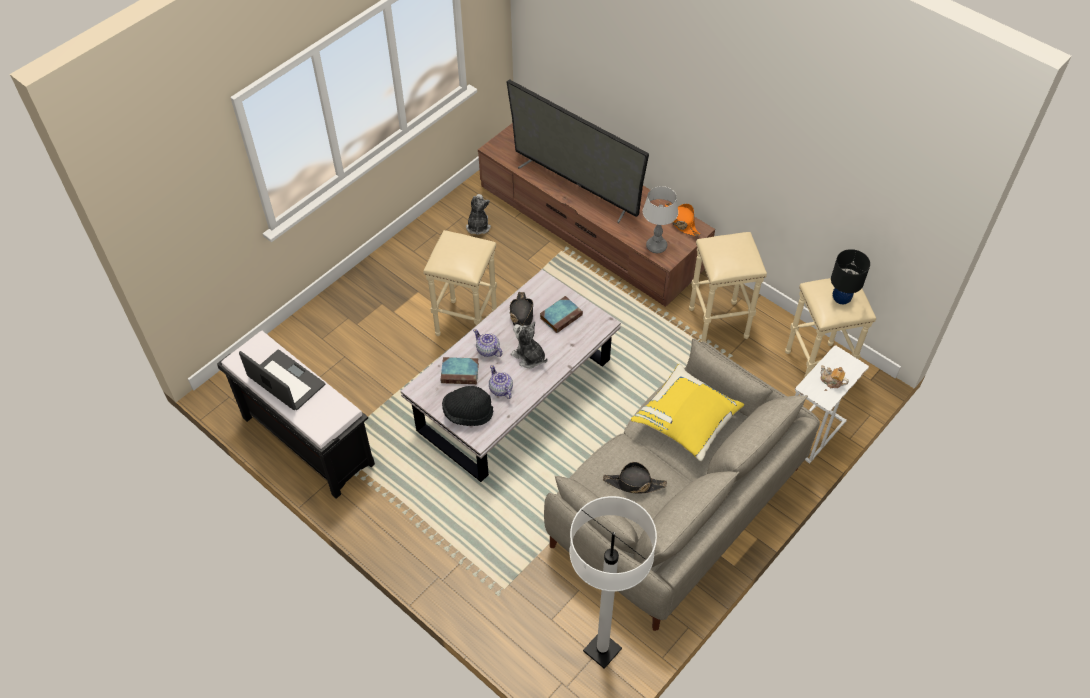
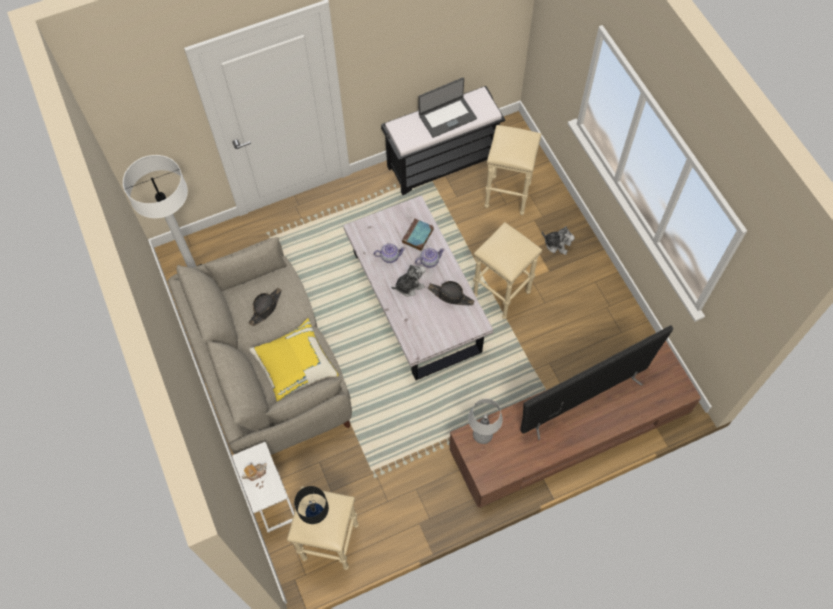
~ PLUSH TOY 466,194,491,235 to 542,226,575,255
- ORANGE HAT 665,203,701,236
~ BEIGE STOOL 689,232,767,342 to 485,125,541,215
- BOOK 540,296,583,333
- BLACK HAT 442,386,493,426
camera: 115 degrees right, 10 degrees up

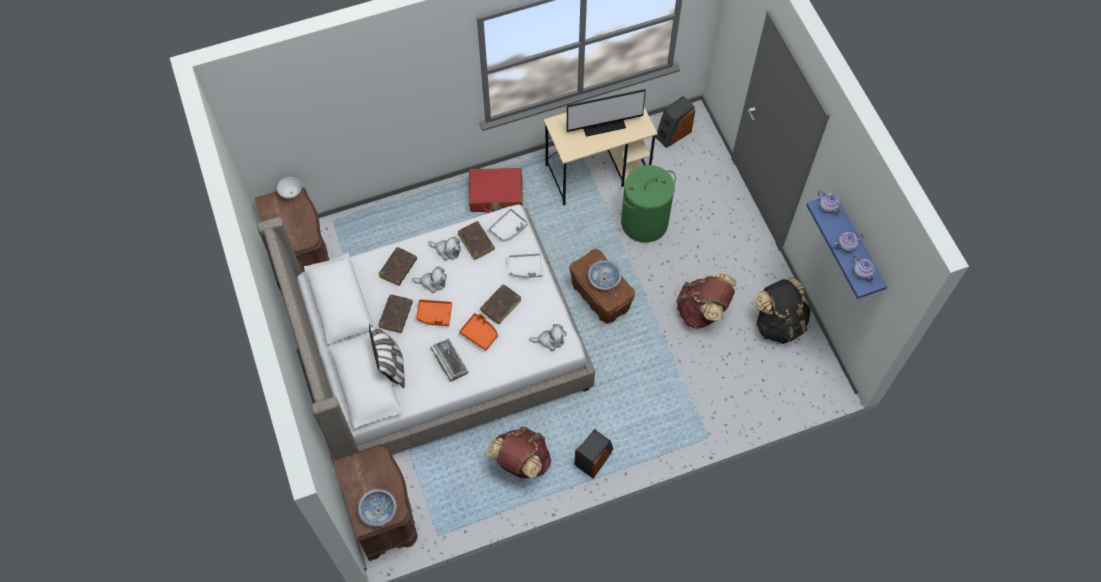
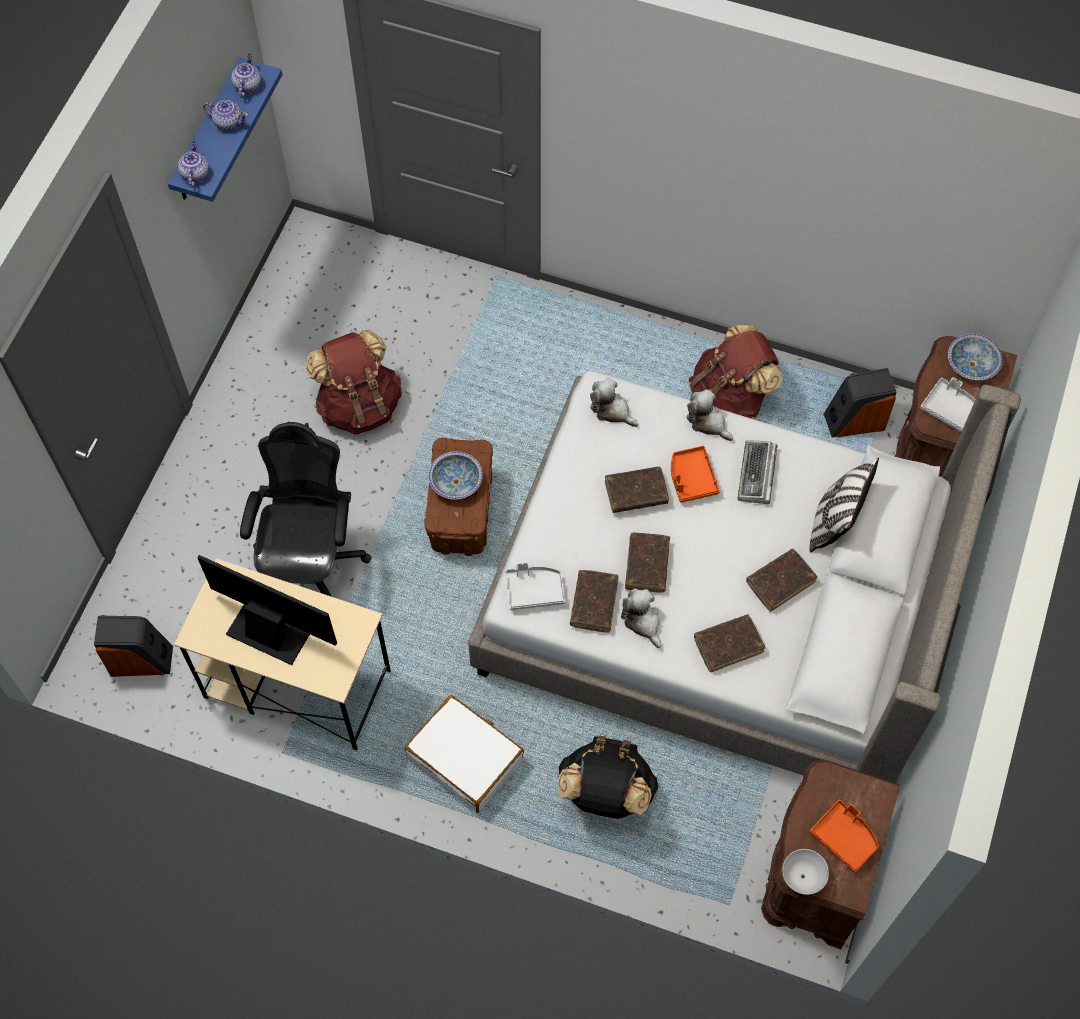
~ GREEN LAUNDRY BASKET 621,165,676,243 to OFFICE CHAIR 240,422,372,597
~ RED SUITCASE 469,168,523,213 to WHITE SUITCASE 405,695,524,813
~ GREY TRAY 508,253,543,278 to 920,377,976,432
~ PLUSH TOY 412,267,447,293 to 686,389,733,441
~ BLACK BACKPACK 755,277,811,344 to 557,736,658,819
~ ORANGE TRAY 416,299,452,326 to 810,799,879,873
~ SPEAKER 574,429,613,479 to 824,368,897,437
+ BROWN BOOK 625,532,670,593
camera: 140 degrees left, 0 degrees up

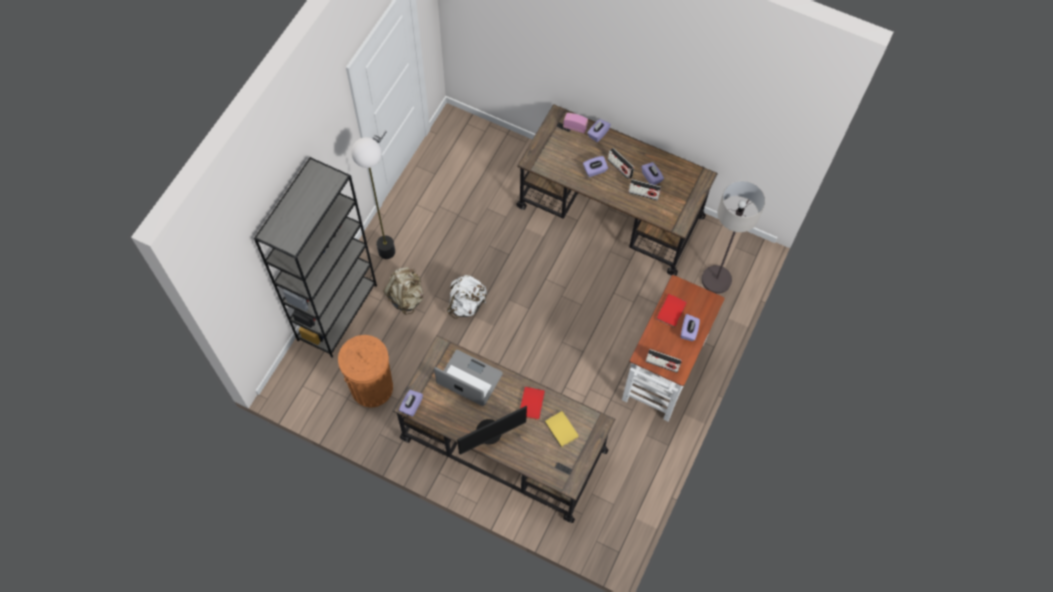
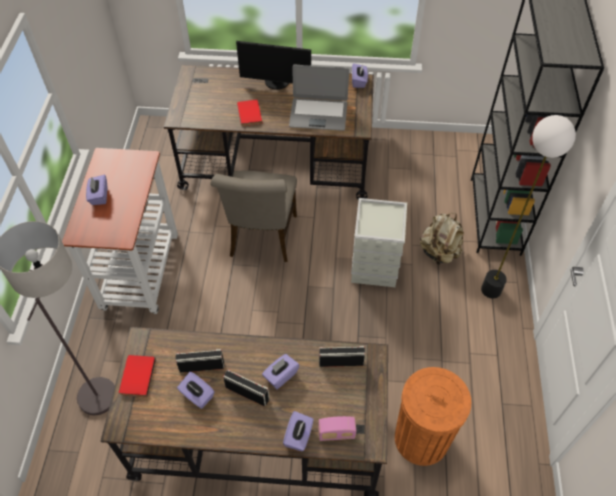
~ WHITE BACKPACK 447,275,487,319 to GREY STORAGE BOX 351,198,407,287
~ RED BOOK 656,294,687,328 to 119,355,156,397
~ ORANGE TRASH CAN 338,335,393,407 to 395,367,471,466
~ RADIO 645,349,682,373 to 319,346,365,367
~ MONITOR 457,406,527,454 = 236,41,311,90 120 degrees counterclockwise
- YELLOW BOOK 544,411,578,448
+ BEIGE CHAIR 210,171,297,262
camera: 160 degrees right, 10 degrees down

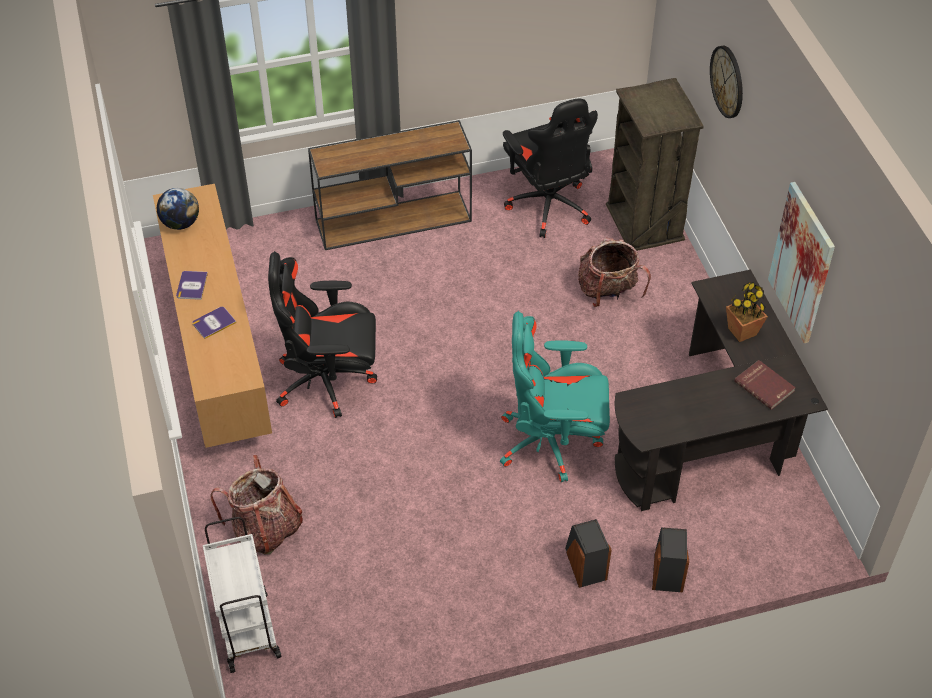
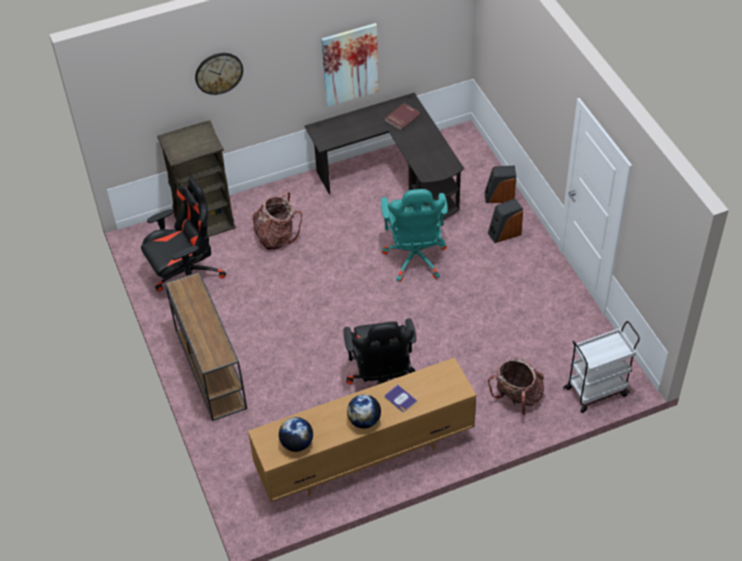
~ BOOK 176,271,208,300 to GLOBE 347,394,381,429
- POTTED PLANT 726,282,768,342
camera: 95 degrees left, 0 degrees up

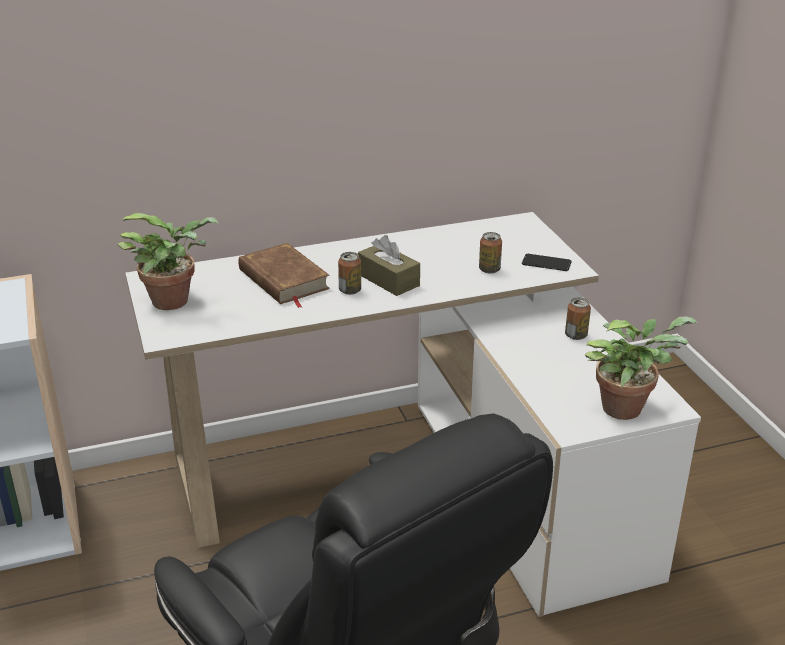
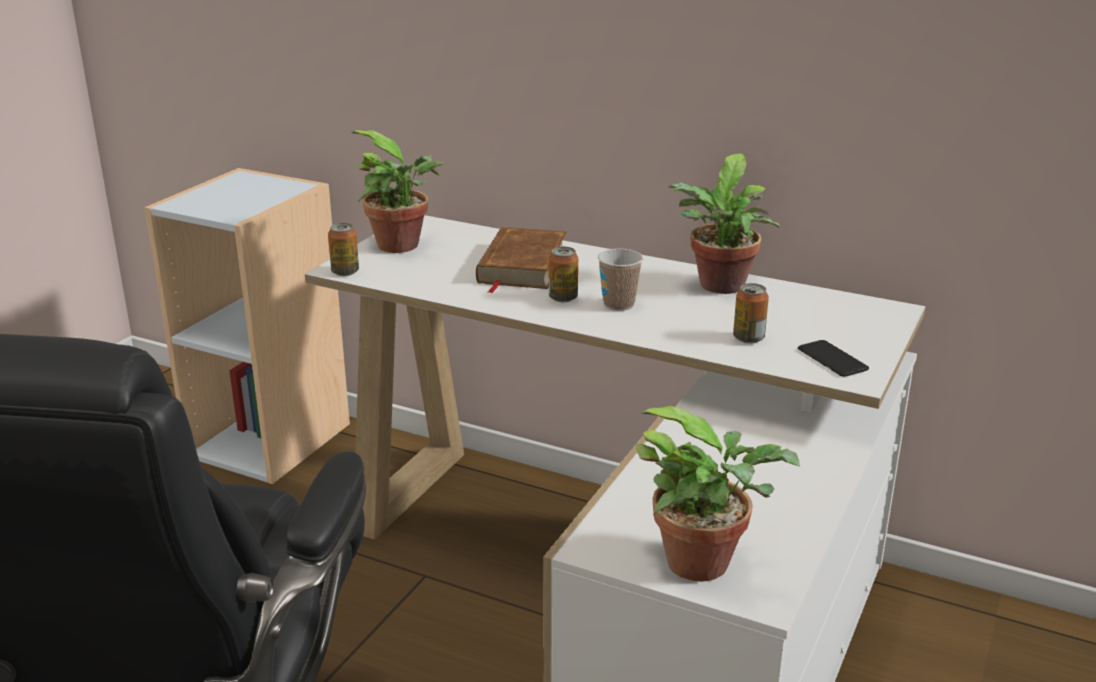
~ BROWN TISSUE BOX 358,235,420,296 to CUP 598,249,643,311
~ CAN 565,297,591,340 to 328,223,359,276
+ POTTED PLANT 669,153,781,294
camera: 45 degrees right, 5 degrees down

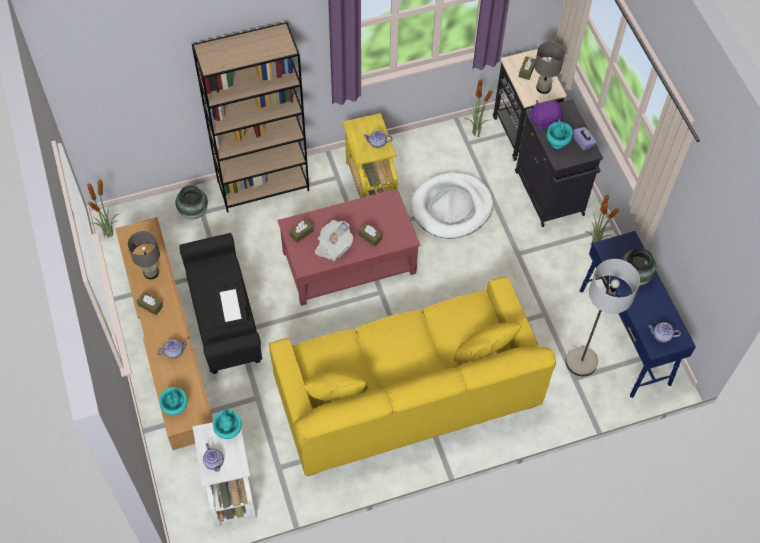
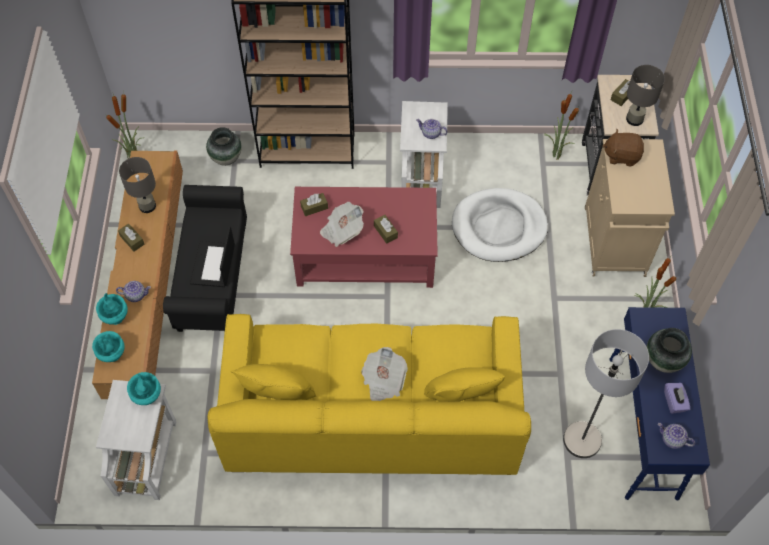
~ BLACK CABINET 515,99,603,227 to BEIGE CABINET 585,139,675,277
~ PURPLE PLUSH TOY 529,100,563,130 to BROWN PLUSH TOY 602,129,644,167
~ YELLOW SIDE TABLE 342,113,398,198 to WHITE SIDE TABLE 400,101,448,208
~ TURQUOISE VASE 547,119,573,149 to 96,293,128,325
~ PURPLE TISSUE BOX 573,127,596,151 to 664,383,690,414
- TEAPOT 203,443,224,472
+ NEWSPAPER 361,347,408,401
camera: 20 degrees right, 0 degrees up

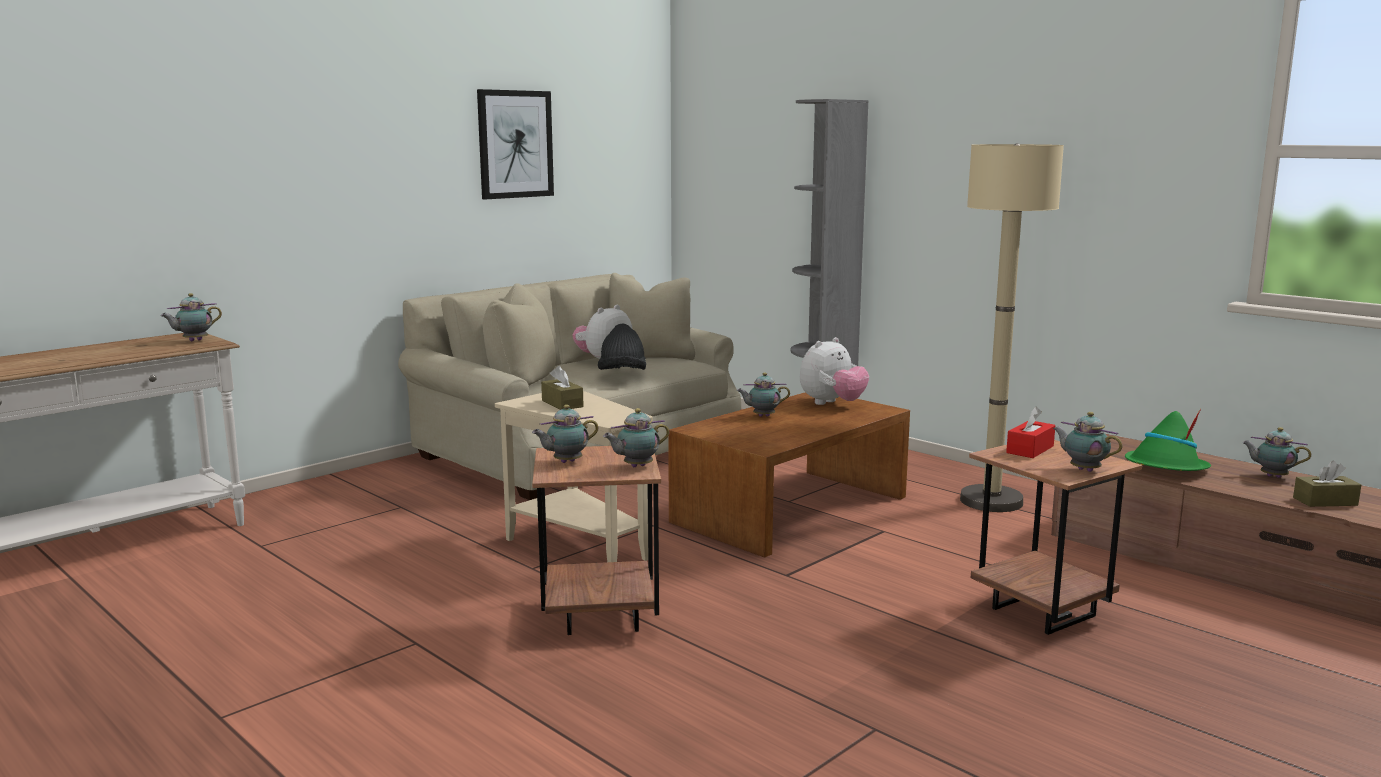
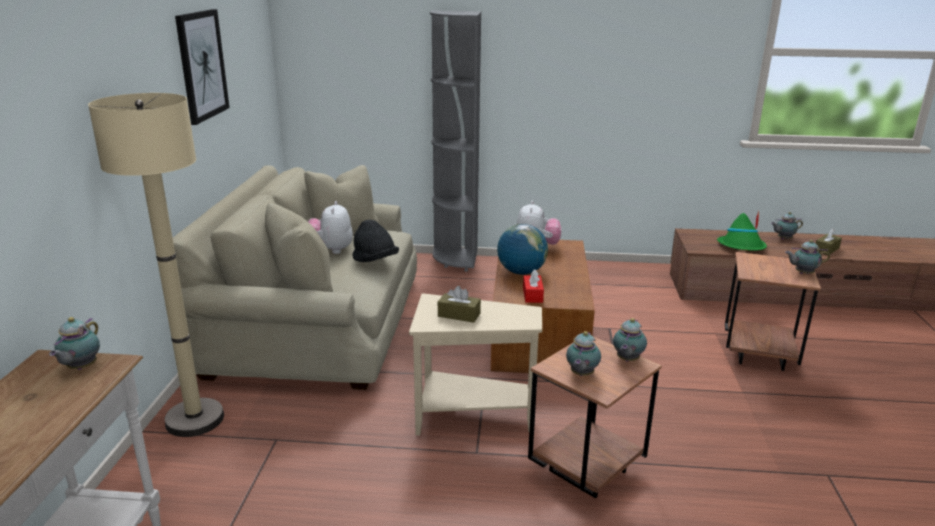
~ BEIGE FLOOR LAMP 960,143,1064,512 to 88,93,224,437
~ TEAPOT 737,372,790,417 to GLOBE 497,224,548,275
~ RED TISSUE BOX 1006,407,1055,458 to 523,269,544,303
camera: 40 degrees left, 10 degrees up

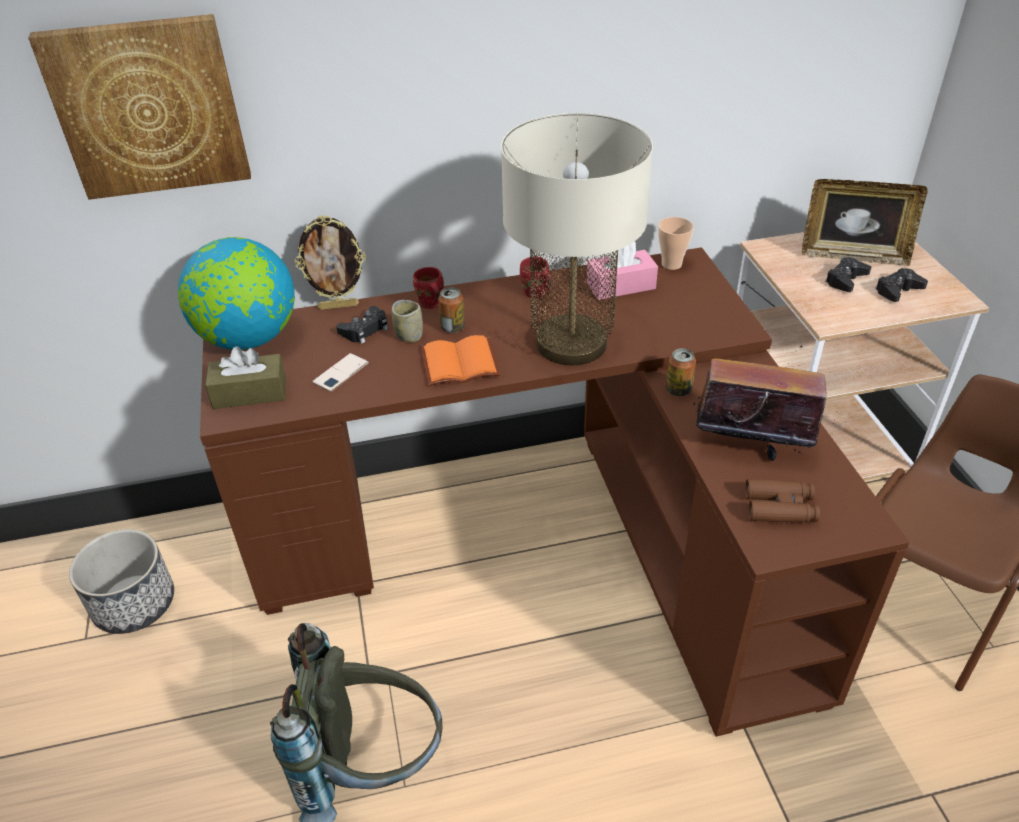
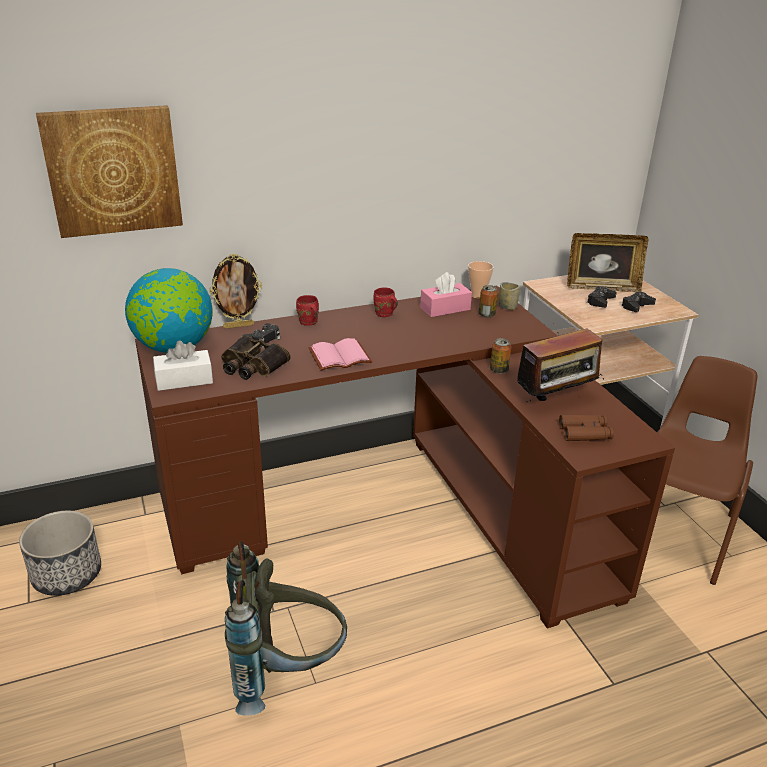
- TABLE LAMP 501,113,653,365
~ CAN 438,287,465,333 to 479,285,498,318
~ CUP 392,300,423,342 to 499,282,520,310
~ ORANGE BOOK 421,335,501,386 to PINK BOOK 309,338,372,371
~ RADIO 693,345,835,461 = 517,328,605,405 150 degrees clockwise
~ BROWN TISSUE BOX 205,346,286,409 to WHITE TISSUE BOX 153,340,213,391
~ PHONE 312,353,369,392 to BINOCULARS 221,335,291,380
camera: 10 degrees left, 10 degrees down

